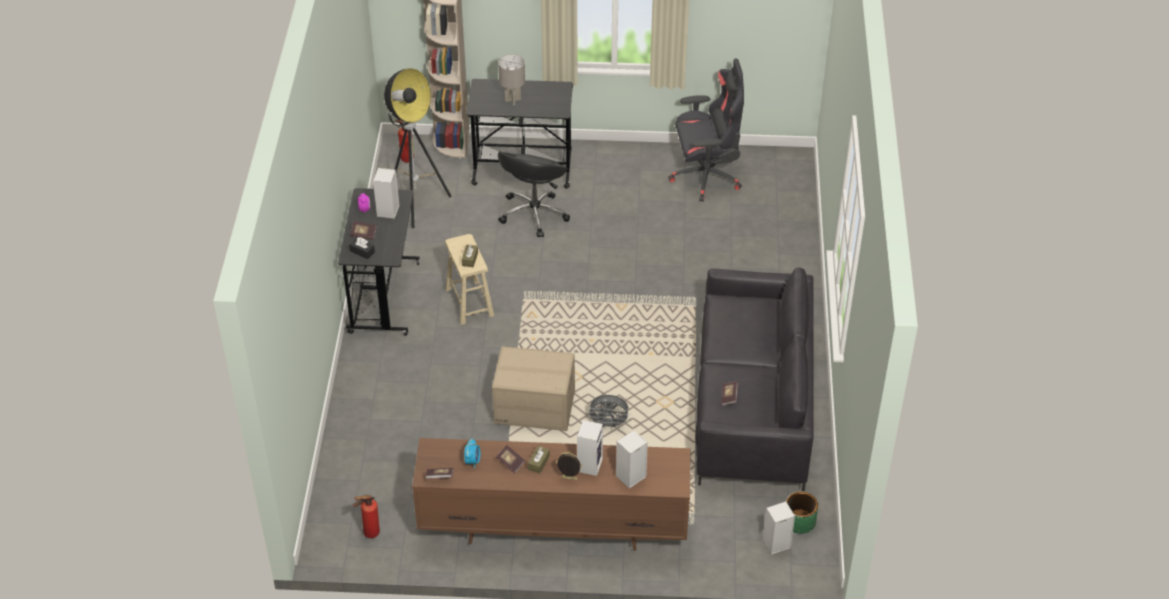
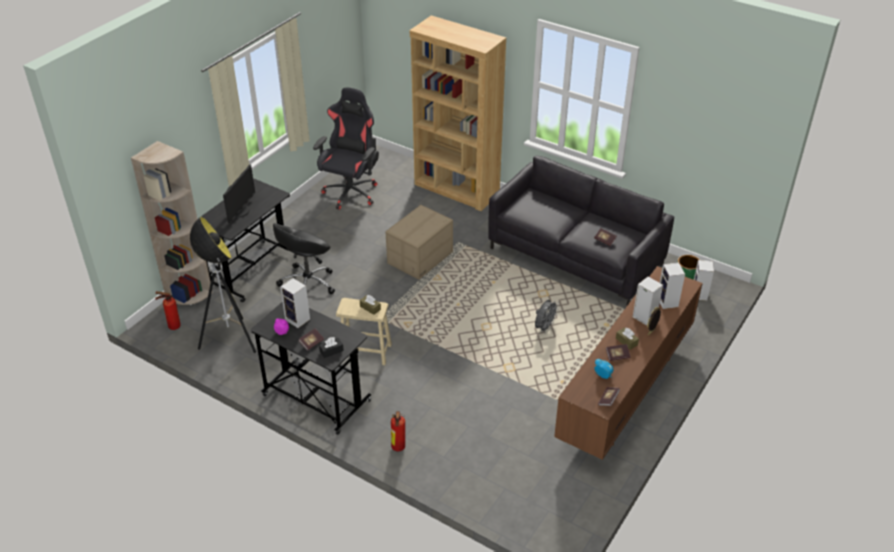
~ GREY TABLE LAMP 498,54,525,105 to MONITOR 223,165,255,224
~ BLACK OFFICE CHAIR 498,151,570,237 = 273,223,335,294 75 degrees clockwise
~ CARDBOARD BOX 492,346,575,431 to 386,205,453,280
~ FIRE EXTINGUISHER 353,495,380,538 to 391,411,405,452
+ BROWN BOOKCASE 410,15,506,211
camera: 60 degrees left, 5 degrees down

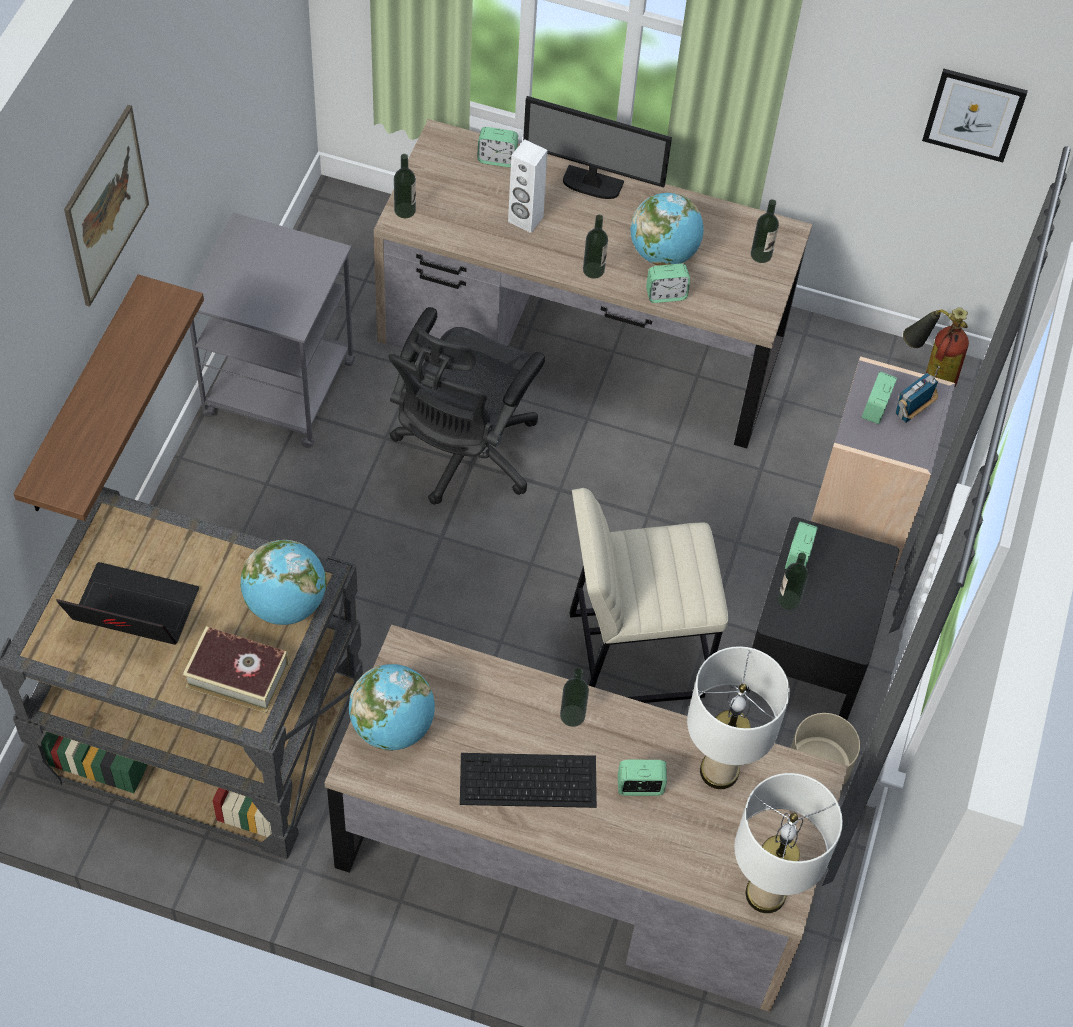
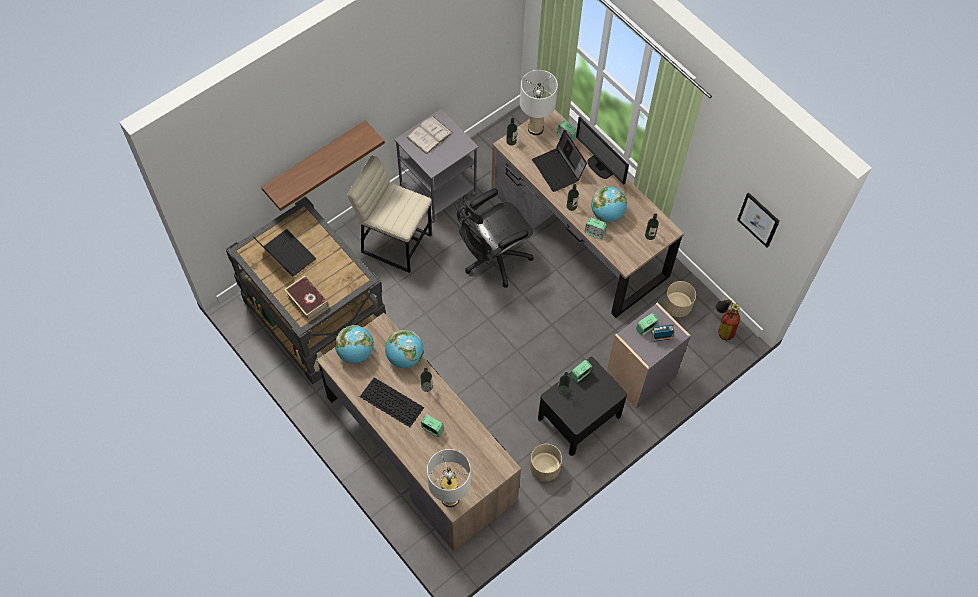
- PICTURE 64,105,149,307
~ WHITE SPEAKER 508,139,548,233 to LAPTOP 532,130,587,192
~ BEIGE CHAIR 570,488,728,703 to 347,155,432,273
~ GLOBE 240,540,326,625 to 385,330,424,368
~ WHITE TABLE LAMP 687,646,790,789 to 520,70,558,135
+ WHITE BOOK 407,116,453,154
+ BEIGE PLANTER 664,281,696,317
camera: 35 degrees right, 5 degrees up

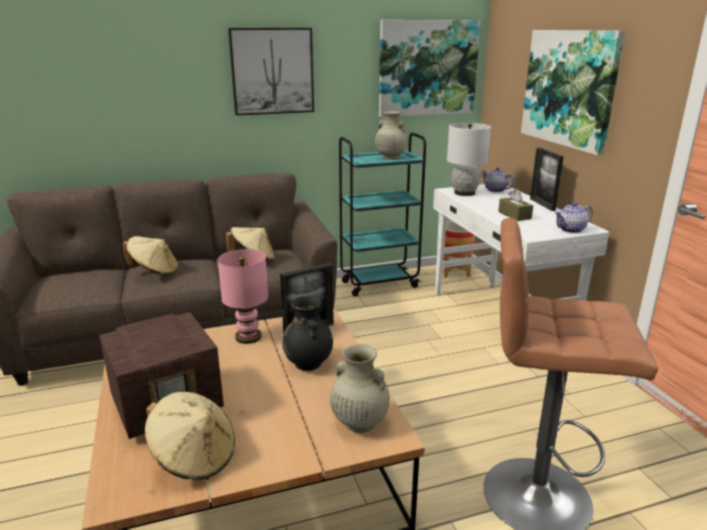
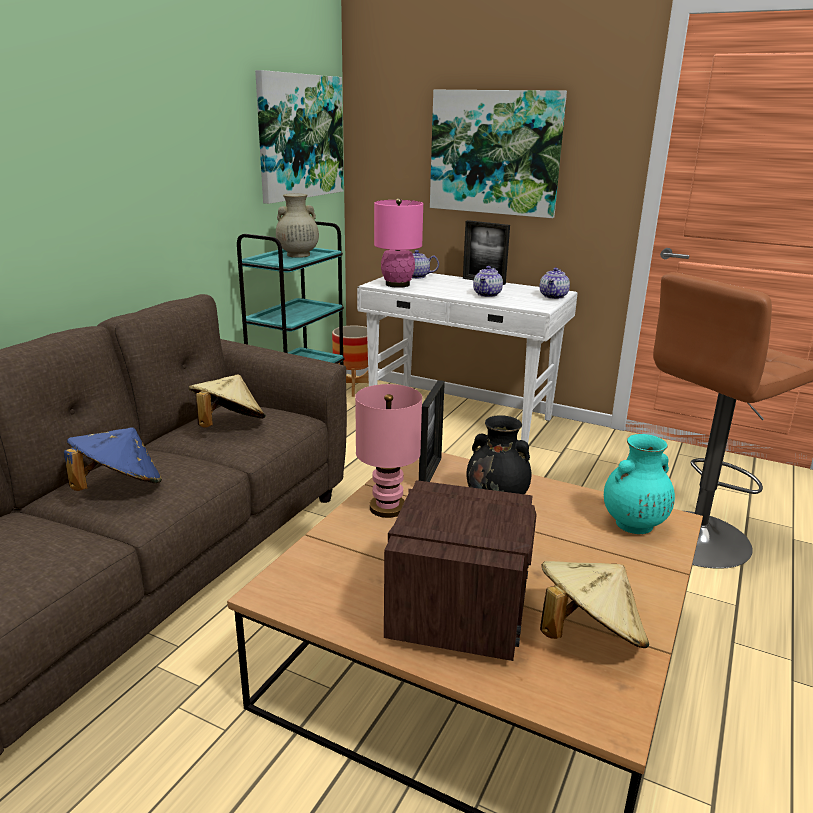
- PICTURE 228,28,314,116
~ WHITE TABLE LAMP 447,122,491,196 to PINK TABLE LAMP 374,198,423,288
~ BROWN TISSUE BOX 498,189,533,221 to TEAPOT 473,266,503,297
~ BEIGE HAT 122,236,179,275 to BLUE HAT 64,427,162,491
~ BEIGE VASE 330,344,390,433 to TURQUOISE VASE 604,434,675,534
camera: 45 degrees left, 0 degrees up

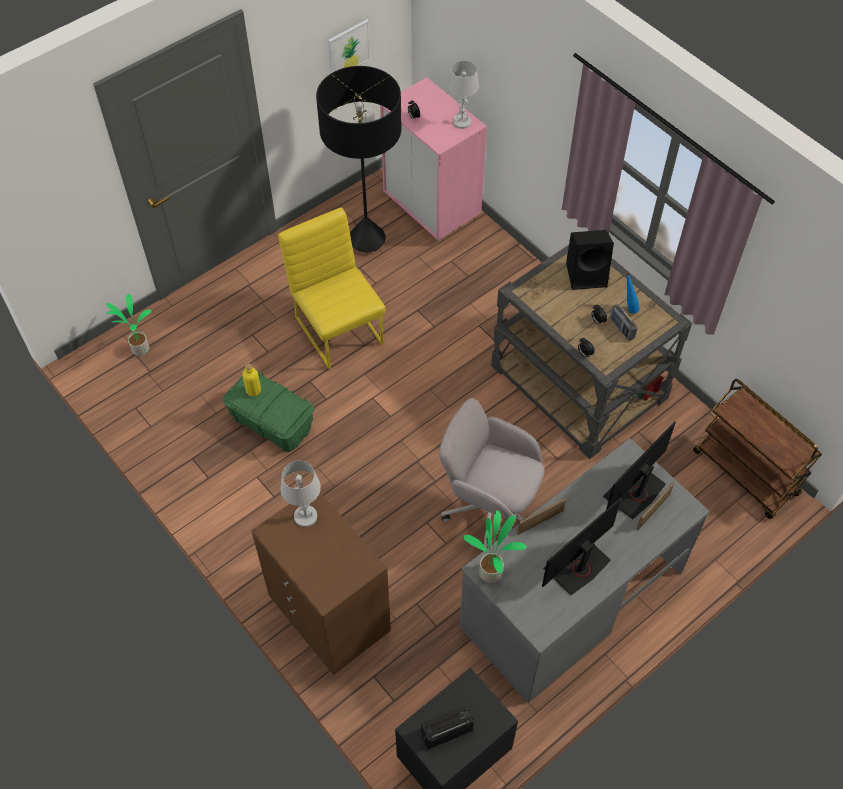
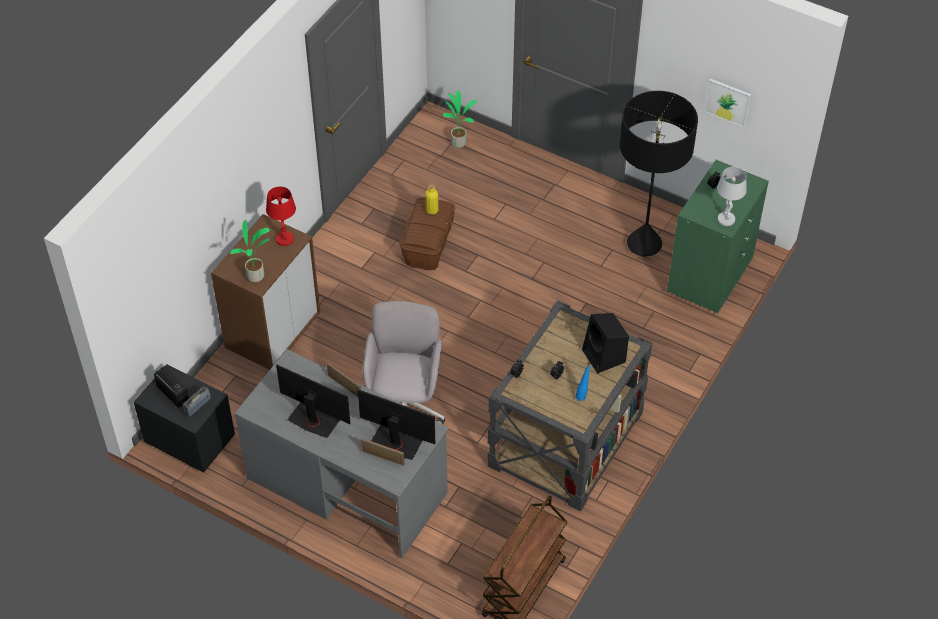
~ PINK CABINET 380,77,487,240 to GREEN CABINET 667,160,769,313
- YELLOW CHAIR 278,208,385,369
~ RADIO 610,304,638,341 to 183,386,211,417
~ GREEN STORAGE BOX 223,371,314,452 to BROWN STORAGE BOX 399,197,455,270
~ WHITE TABLE LAMP 281,460,321,527 to RED TABLE LAMP 266,187,296,246
~ POTTED PLANT 463,511,527,583 to 230,220,270,282
camera: 70 degrees right, 5 degrees down

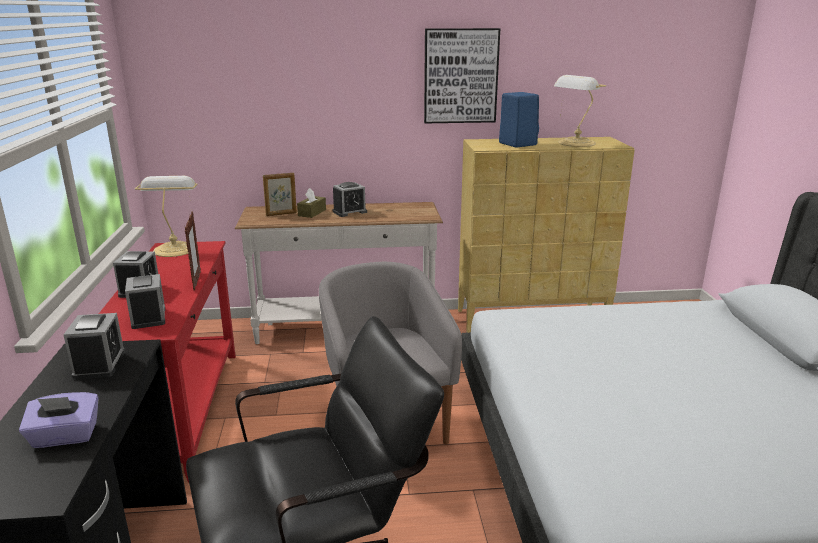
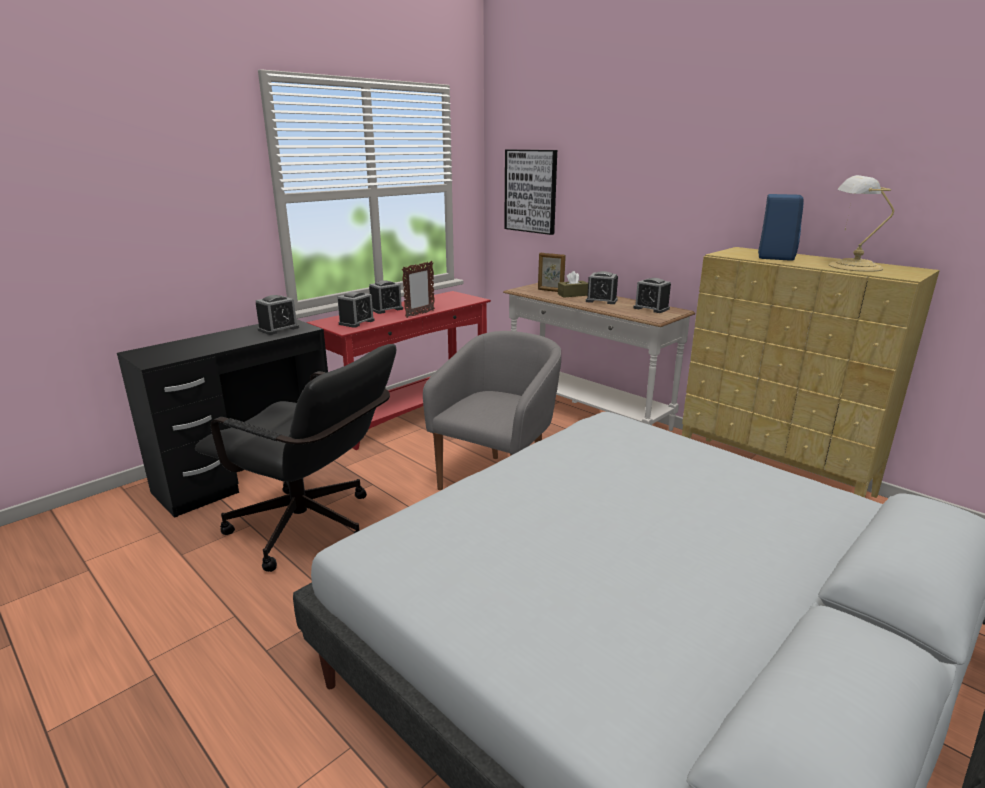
~ PICTURE 424,28,500,123 to 504,150,557,235
- TABLE LAMP 135,176,198,257
- PURPLE TISSUE BOX 19,392,99,448
+ ALARM CLOCK 633,278,671,313
camera: 50 degrees right, 0 degrees up

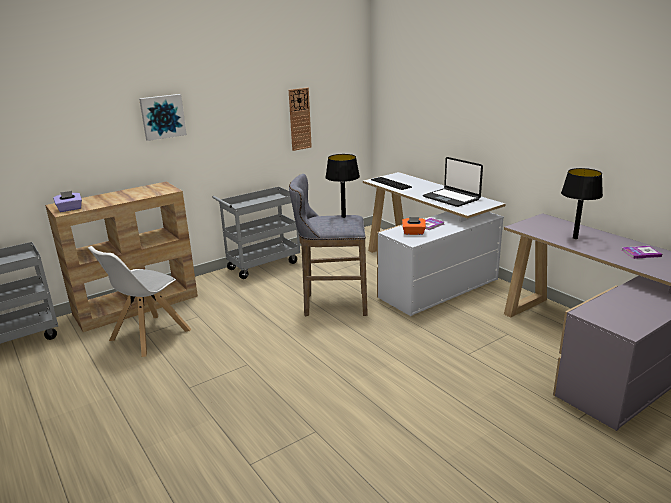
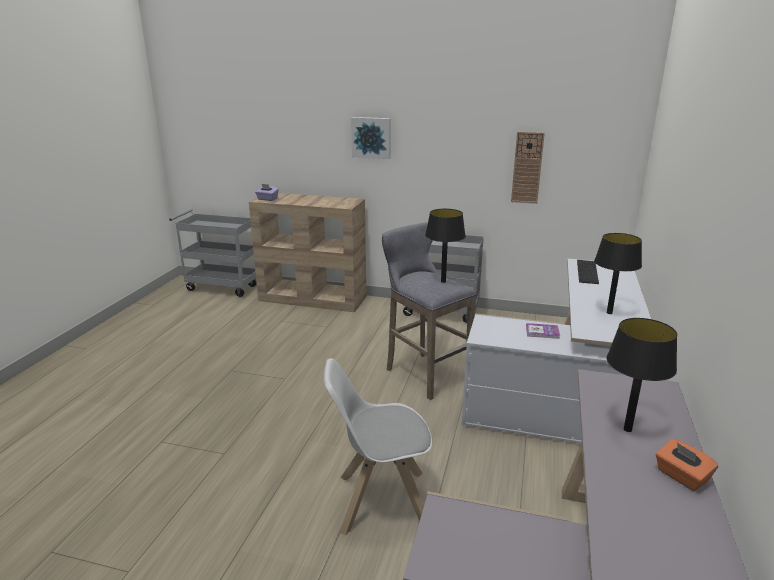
~ LAPTOP 423,157,483,207 to BLACK TABLE LAMP 594,233,642,314
~ ORANGE TISSUE BOX 402,217,426,235 to 656,439,718,491
~ CHAIR 88,246,191,357 to 324,358,432,535
- BOOK 622,246,662,259
camera: 50 degrees right, 0 degrees up

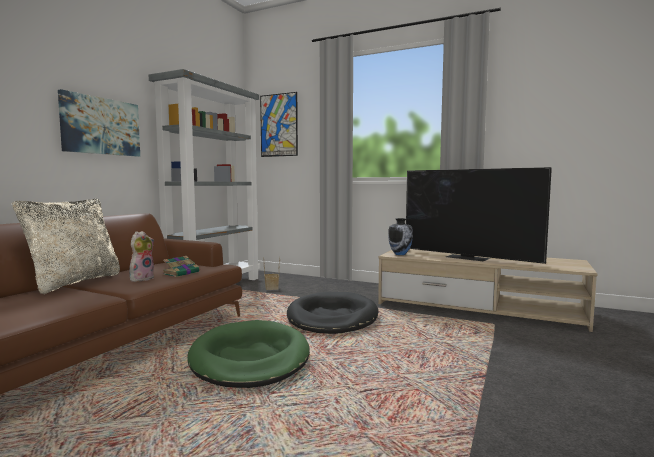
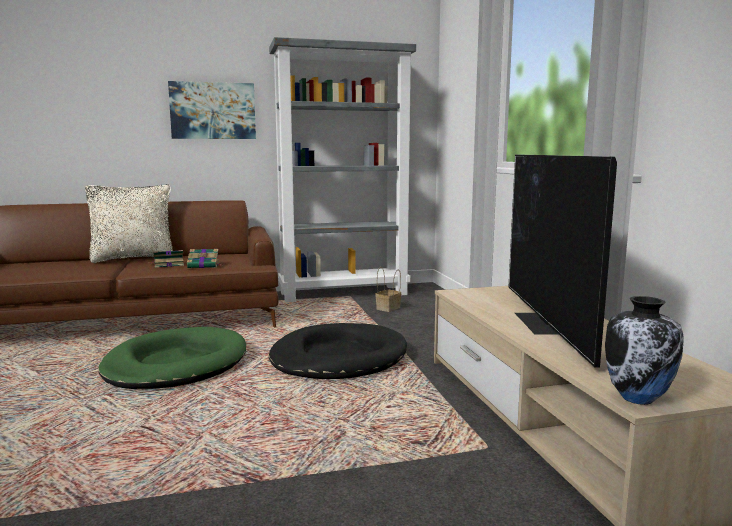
- PICTURE 260,92,298,157
~ VASE 388,218,413,255 to 605,296,684,405
~ PLUSH TOY 129,231,154,282 to BOOK 149,250,184,268
camera: 50 degrees right, 5 degrees up

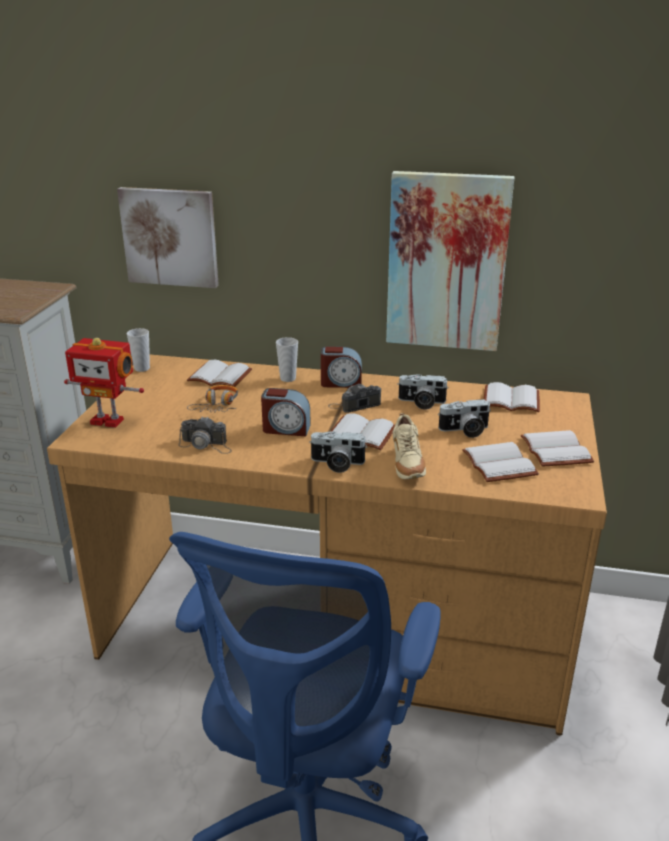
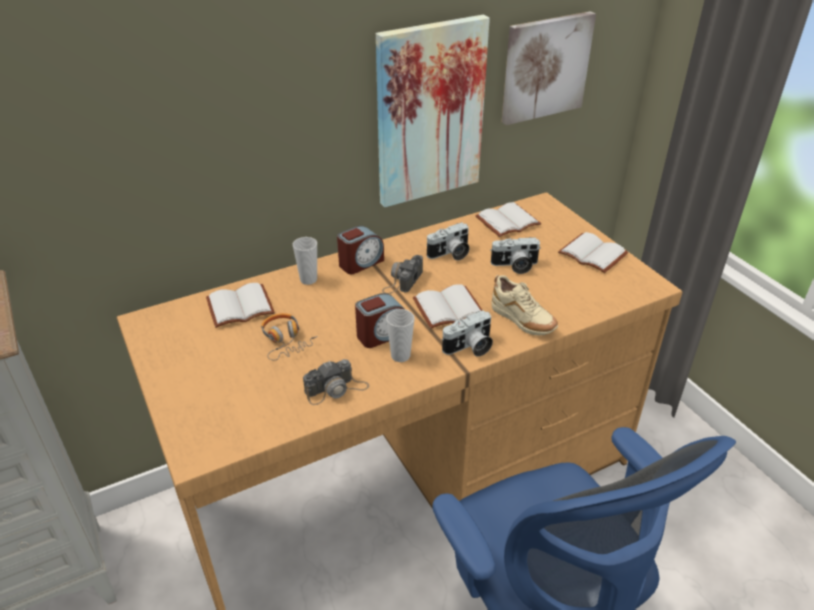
~ PICTURE 117,187,219,288 to 502,11,596,125
~ CUP 127,328,150,372 to 386,309,414,362
- TOY ROBOT 64,338,144,428
~ PHOTO CAMERA 438,399,491,438 = 490,237,541,274 45 degrees clockwise
- WHITE BOOK 462,442,539,482
camera: 40 degrees left, 10 degrees up

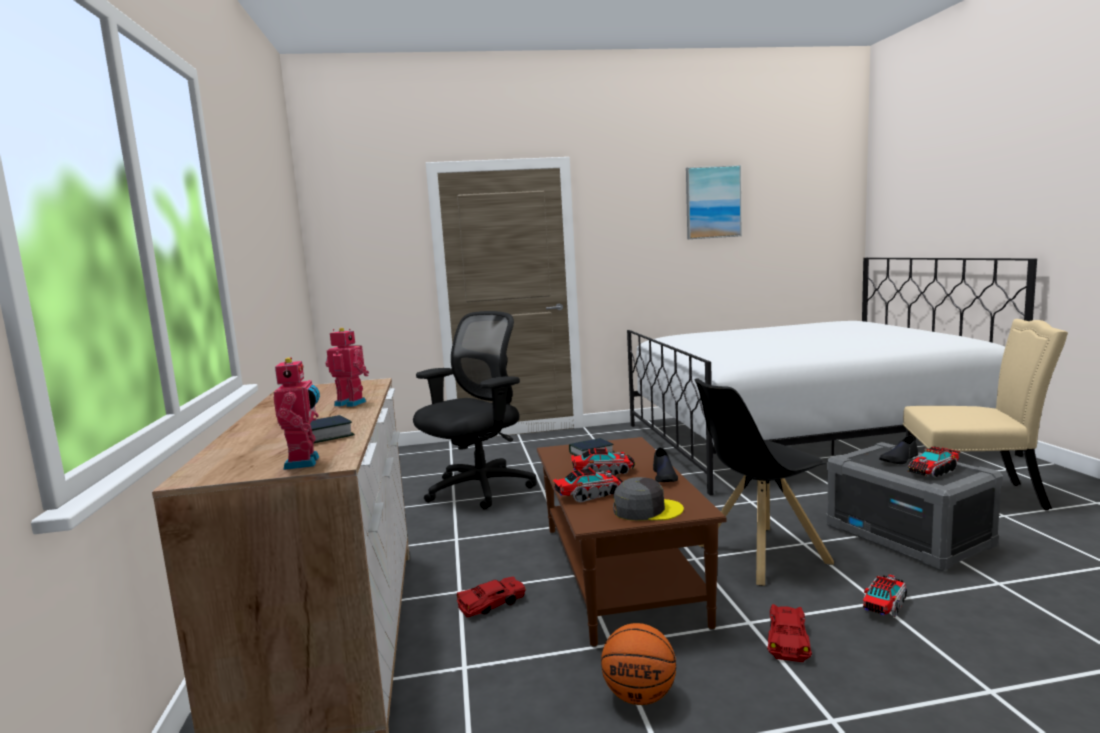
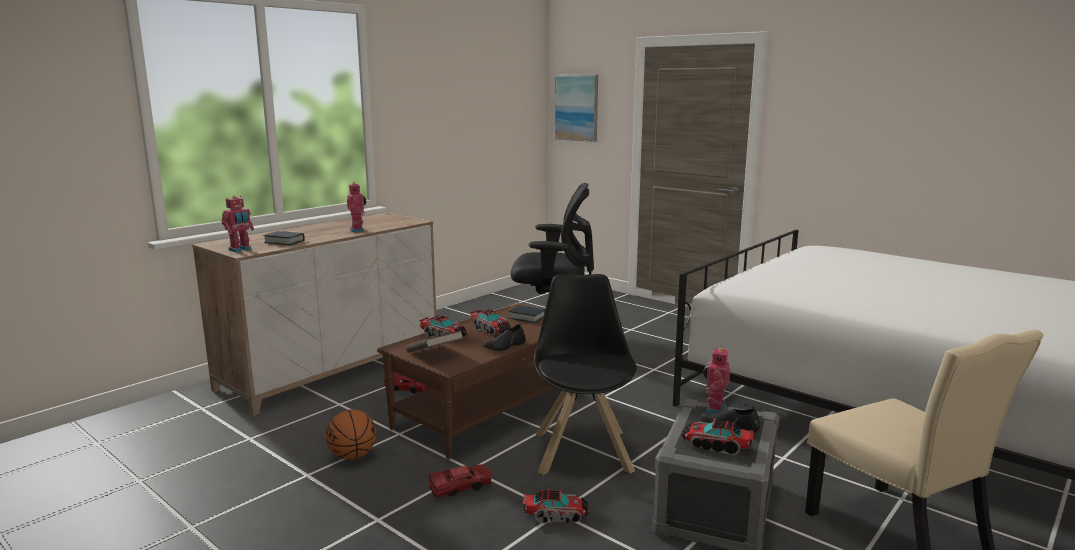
~ PICTURE 686,165,742,239 to 554,75,598,142
~ BLACK CHAIR 695,378,834,586 = 534,274,637,475 60 degrees clockwise
~ GREY CAP 613,477,684,521 to BROWN BOOK 406,331,463,353
+ TOY ROBOT 703,346,730,413
camera: 50 degrees right, 5 degrees up

